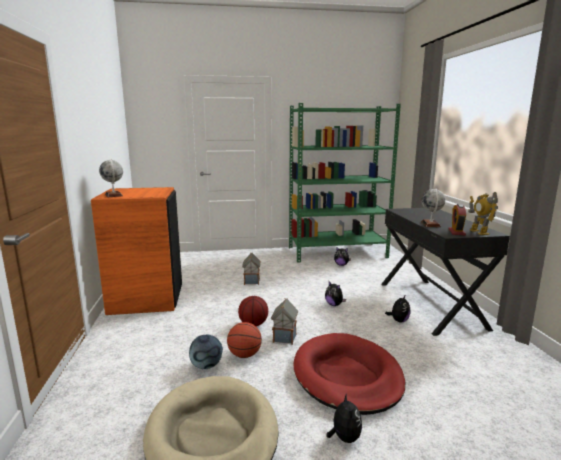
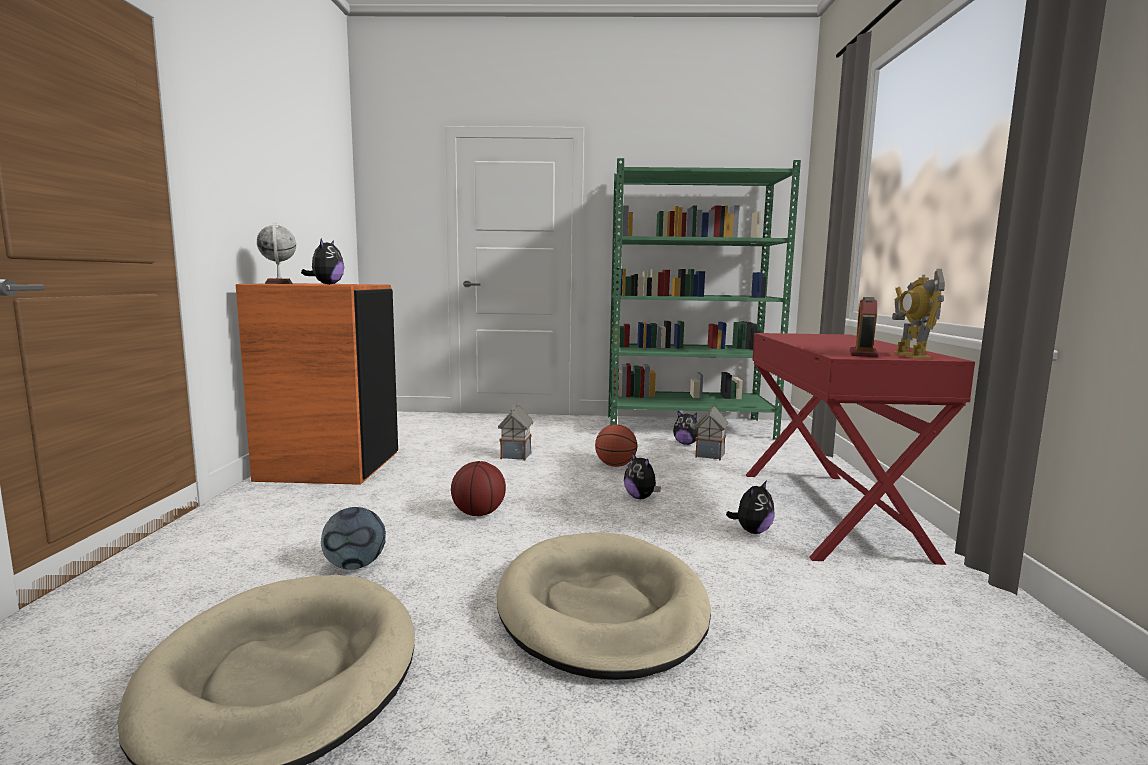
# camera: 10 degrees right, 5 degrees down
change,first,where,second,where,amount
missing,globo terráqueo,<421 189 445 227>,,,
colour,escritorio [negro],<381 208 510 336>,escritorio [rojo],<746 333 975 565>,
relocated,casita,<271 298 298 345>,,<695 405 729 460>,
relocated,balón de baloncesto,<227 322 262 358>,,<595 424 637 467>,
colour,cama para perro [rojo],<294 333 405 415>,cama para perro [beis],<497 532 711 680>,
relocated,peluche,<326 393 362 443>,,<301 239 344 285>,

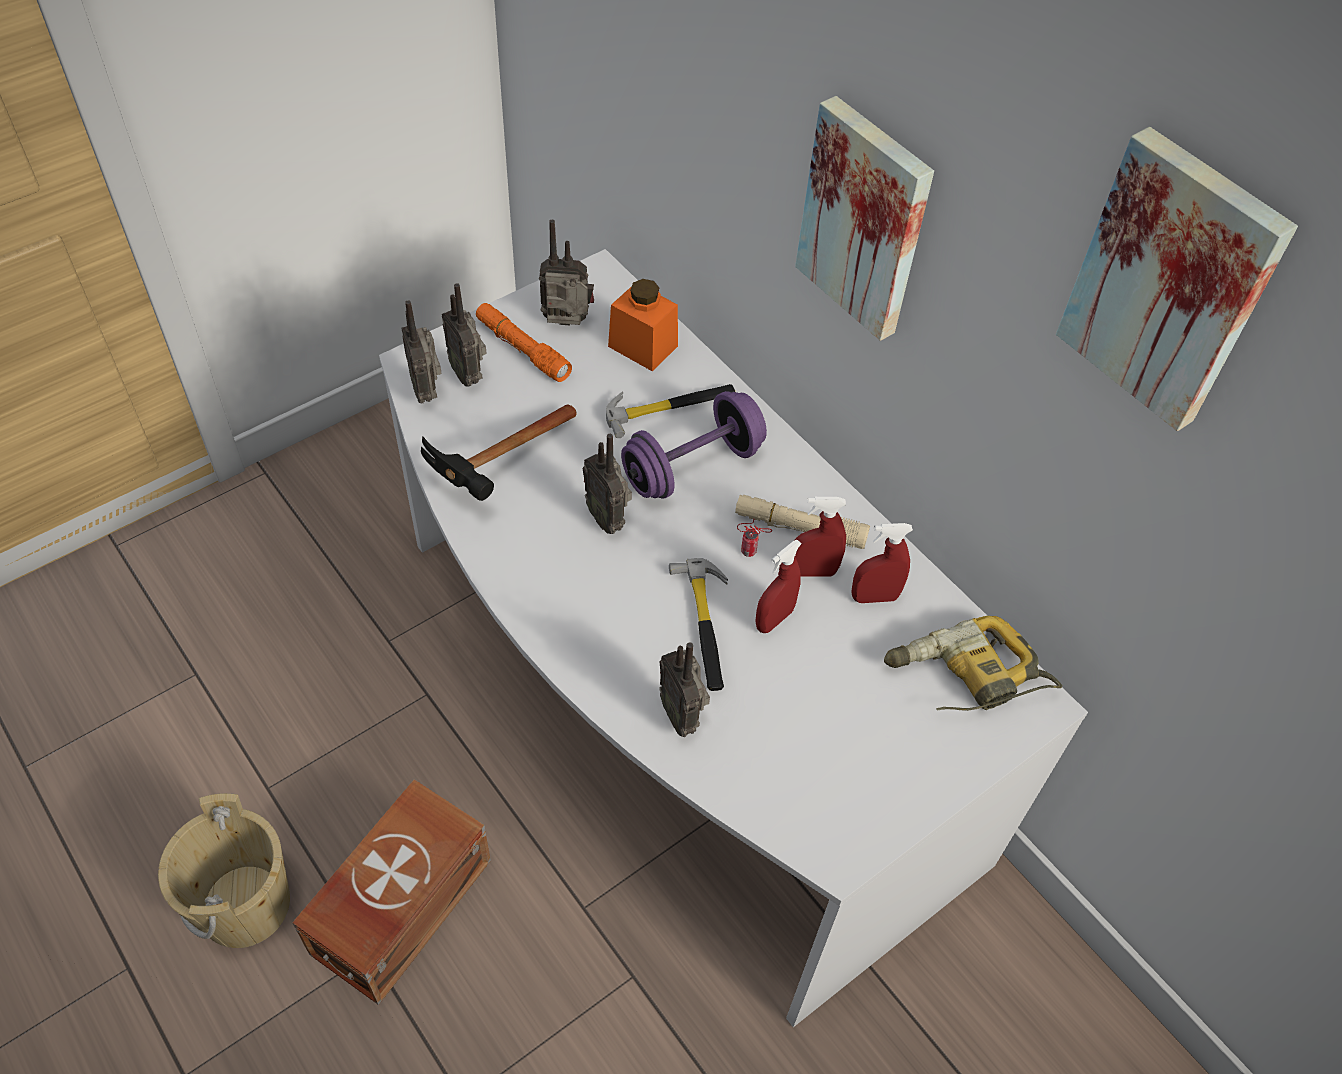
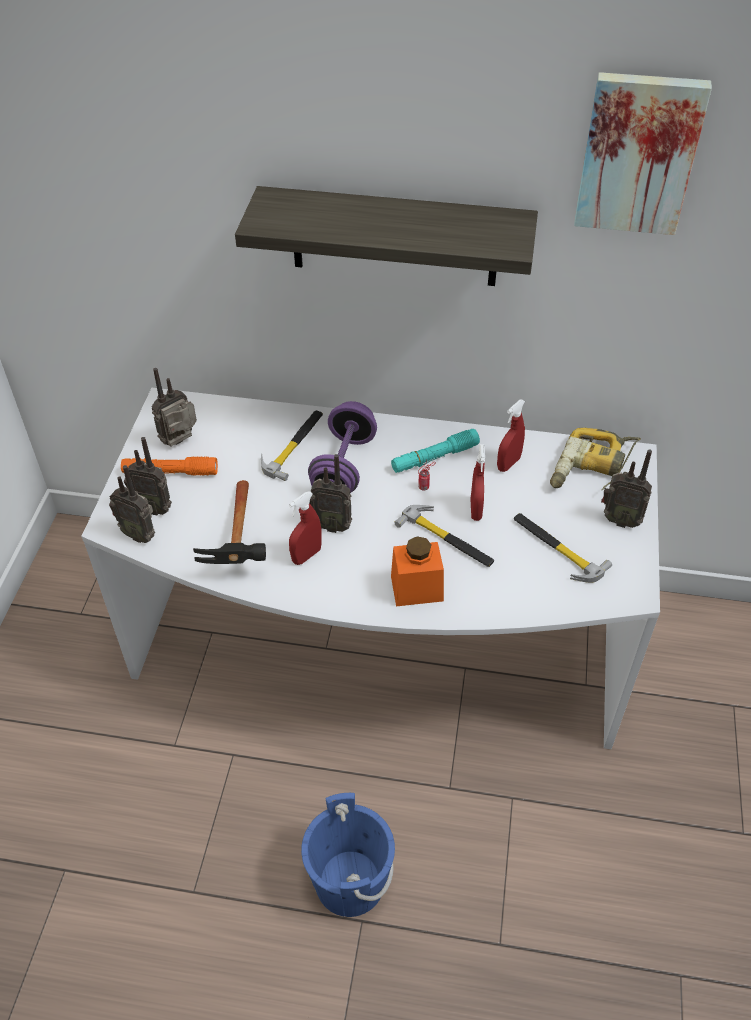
# camera: 40 degrees left, 5 degrees down
change,first,where,second,where,amount
exchanged,cuadro,<795 96 934 341>,estante,<235 186 538 286>,
relocated,tarro [naranja],<608 279 678 371>,,<391 536 444 606>,
colour,linterna [beis],<735 495 870 549>,linterna [turquesa],<391 429 480 473>,
relocated,pulverizador [rojo],<794 497 846 577>,,<289 491 322 565>,
relocated,radio,<659 642 710 737>,,<601 450 652 528>,
exchanged,caja de almacenaje [marrón],<292 779 491 1005>,cubo [azul],<301 793 395 917>,
missing,cubo [beis],<158 793 290 948>,,,
appeared,,,martillo,<514 513 612 583>,

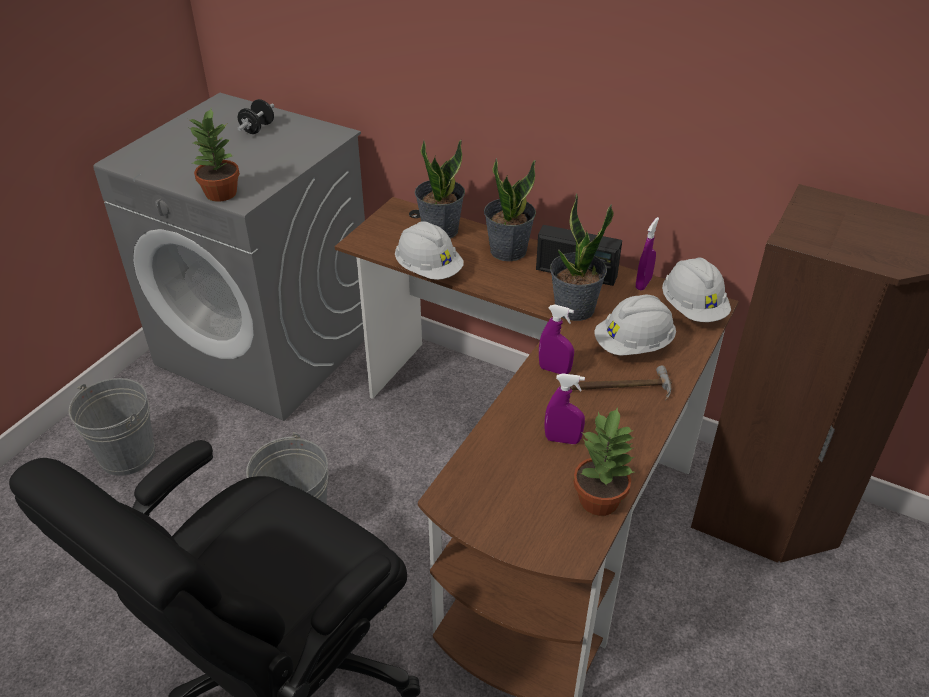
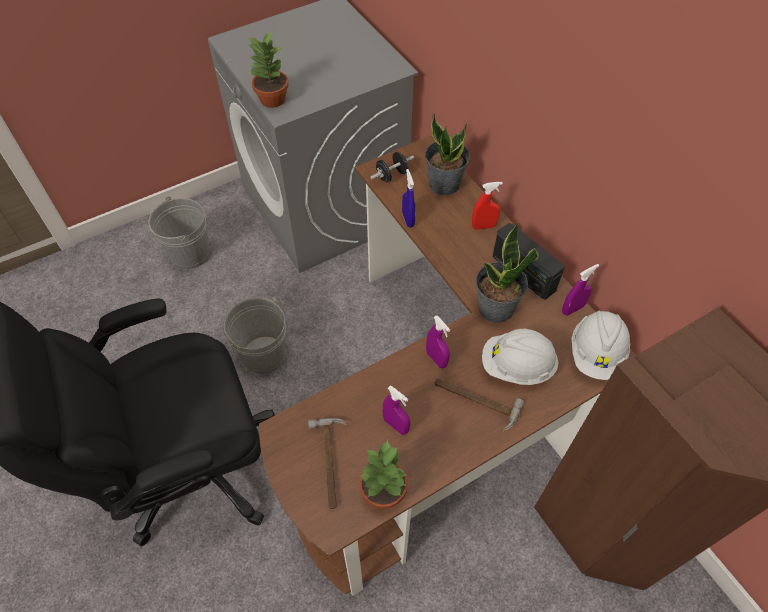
# camera: 30 degrees right, 15 degrees up
change,first,where,second,where,amount
relocated,mancuerna [negro],<238 99 274 134>,,<370 152 414 182>,
exchanged,planta en maceta,<484 158 536 261>,pulverizador [rojo],<472 182 503 230>,
exchanged,casco [blanco],<395 221 464 280>,pulverizador [azul],<402 169 415 228>,
appeared,,,martillo,<308 417 347 509>,

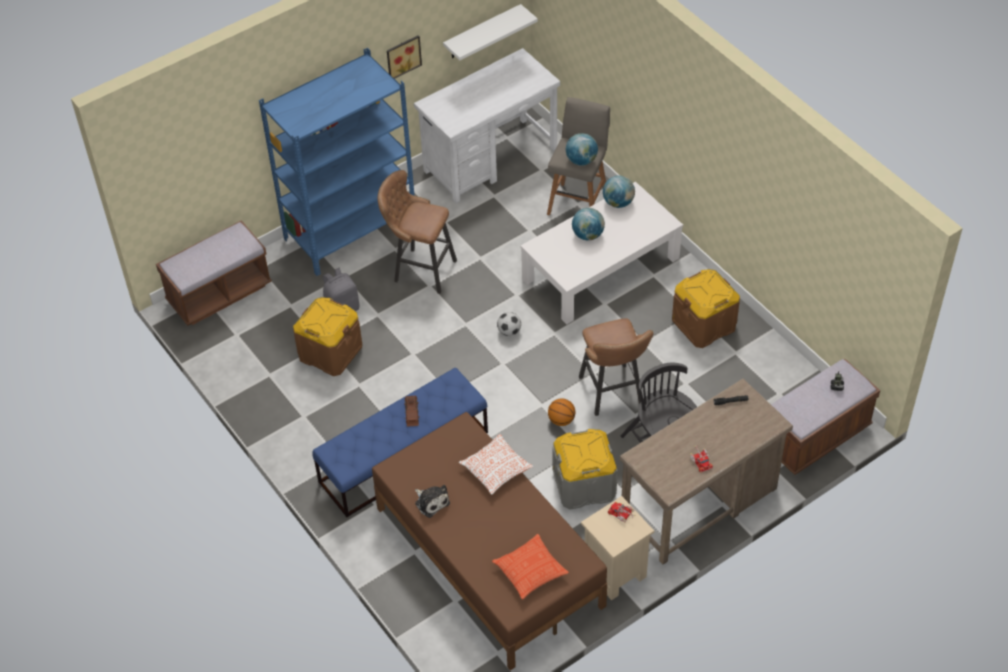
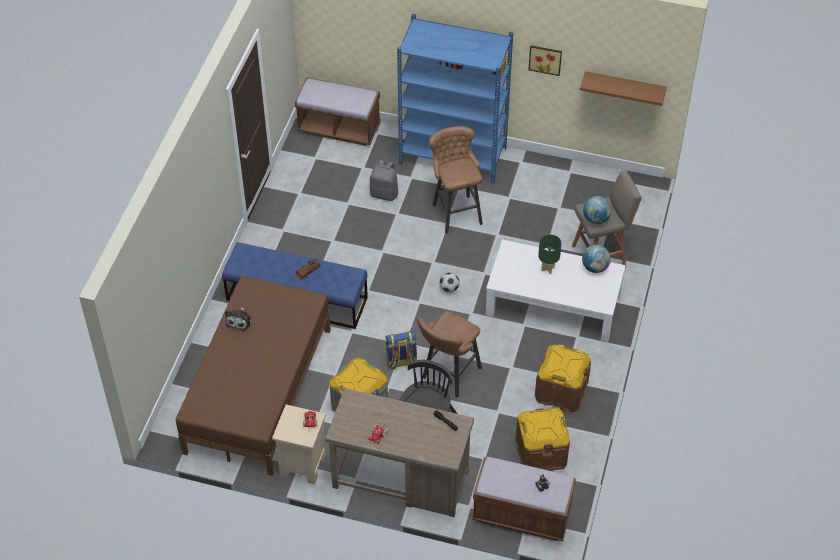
# camera: 50 degrees right, 0 degrees up
change,first,where,second,where,amount
colour,estante [blanco],<443 4 538 61>,estante [marrón],<580 71 667 106>,
missing,escritorio [blanco],<414 48 560 203>,,,
exchanged,globo terráqueo,<572 208 605 241>,lámpara de mesa [verde],<538 235 561 274>,
relocated,caja de almacenaje [marrón],<293 297 363 376>,,<515 408 570 471>,
exchanged,balón de baloncesto,<548 398 575 426>,mochila,<385 331 417 370>,
missing,cojín [blanco],<459 434 533 495>,,,
missing,cojín [naranja],<492 534 569 599>,,,

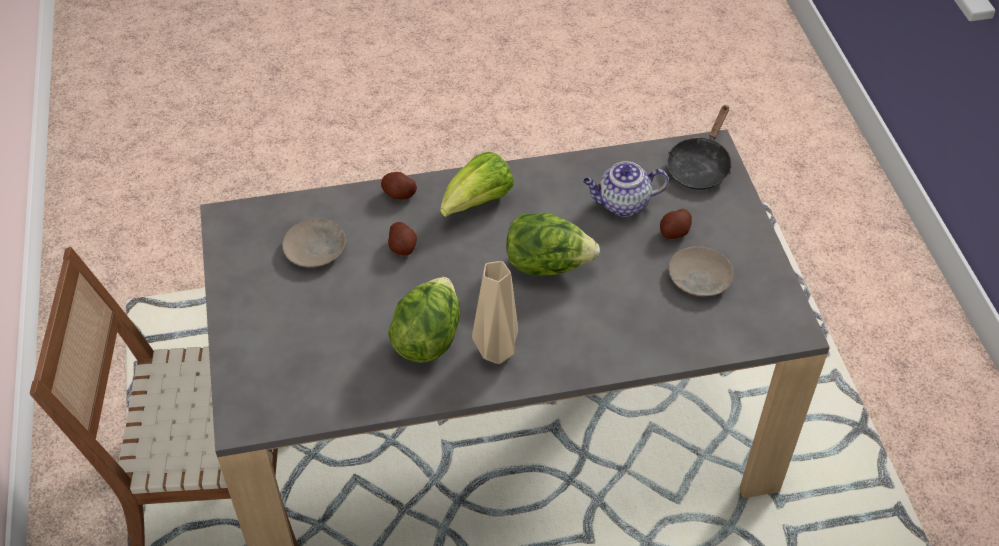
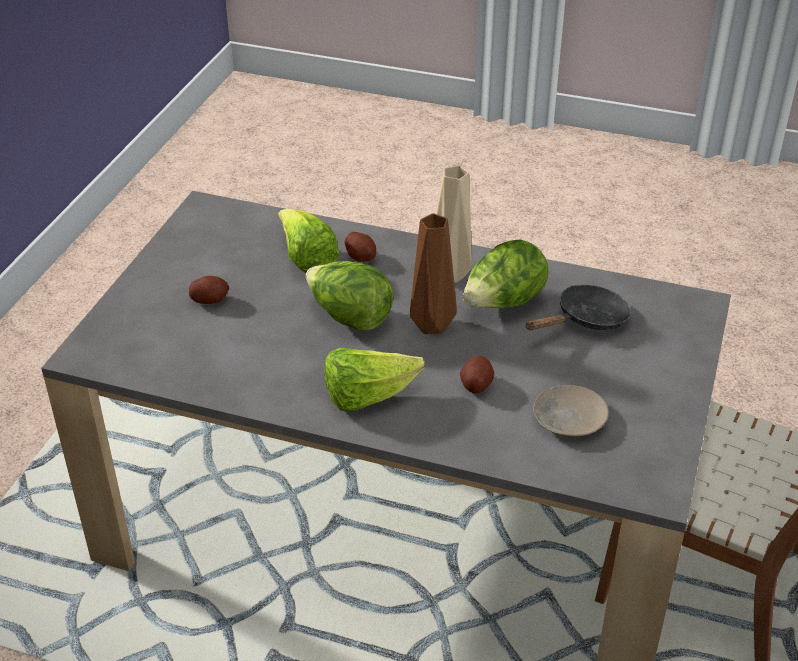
# camera: 150 degrees left, 10 degrees down
change,first,where,second,where,amount
relocated,sartén [negro],<667 106 732 190>,,<525 285 631 330>,
missing,tetera,<583 161 669 217>,,,
relocated,patata,<381 172 417 200>,,<344 232 376 262>,
missing,plato [beis],<668 246 733 296>,,,
appeared,,,lechuga,<278 209 339 273>,
appeared,,,florero [marrón],<410 213 457 334>,

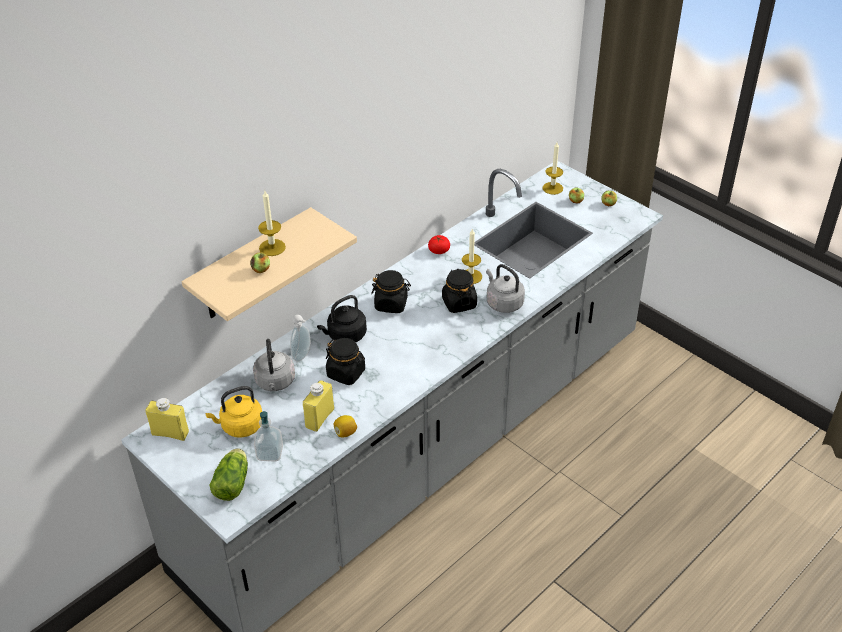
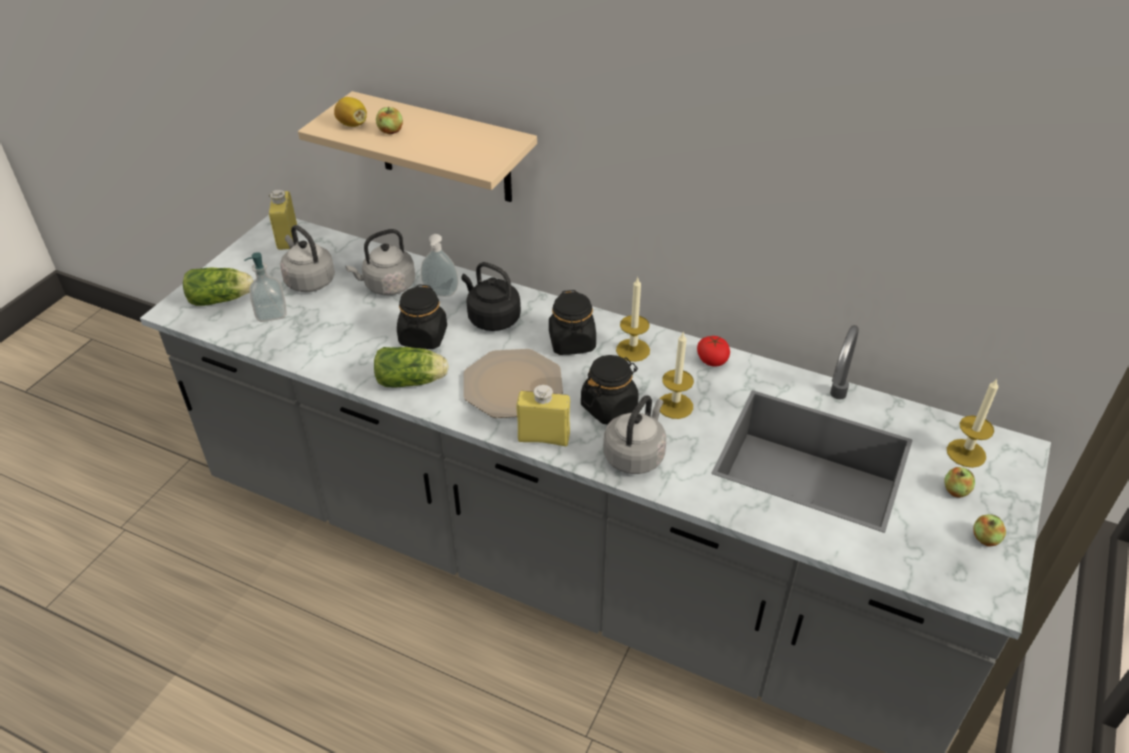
# camera: 70 degrees right, 0 degrees up
change,first,where,second,where,amount
relocated,vela,<258 191 286 256>,,<616 278 650 362>,
relocated,botella [amarillo],<303 380 334 432>,,<516 385 570 446>,
colour,hervidor [amarillo],<205 386 262 438>,hervidor [gris],<280 225 335 292>,
relocated,limón,<334 415 357 438>,,<334 97 367 127>,
appeared,,,lechuga,<374 347 449 388>,
appeared,,,plato,<463 349 563 418>,

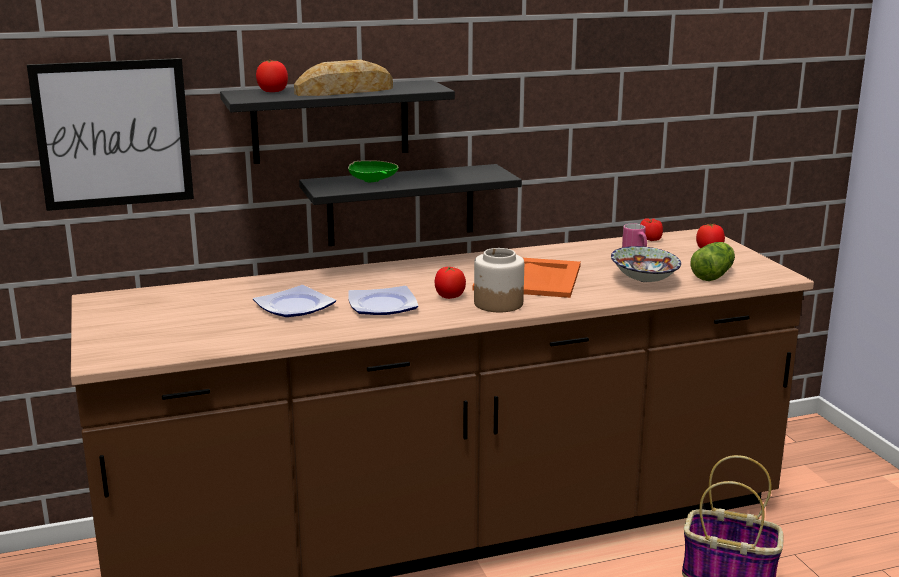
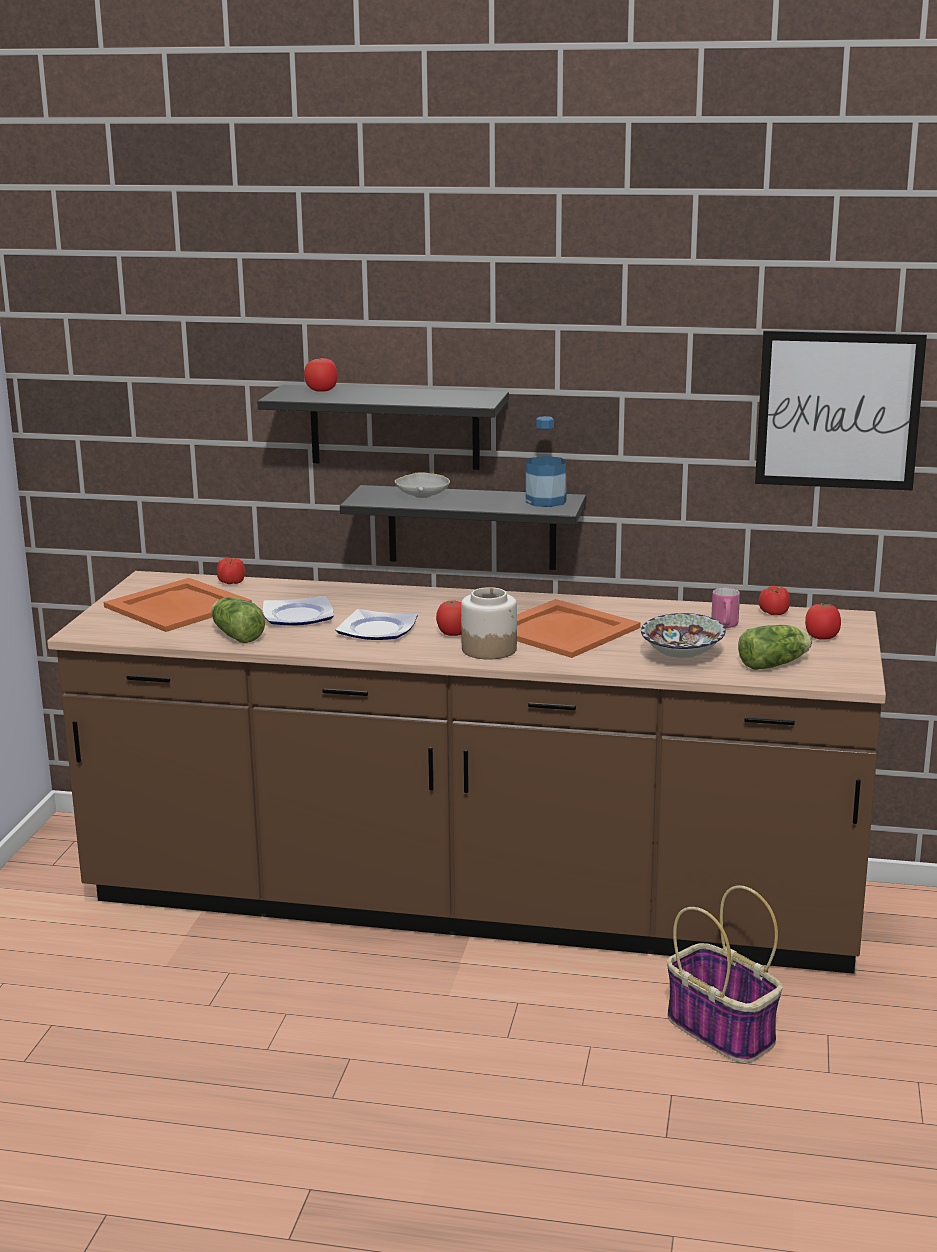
# camera: 30 degrees right, 0 degrees up
change,first,where,second,where,amount
relocated,cuadro,<27 58 194 211>,,<755 330 927 491>,
missing,pan,<294 60 393 96>,,,
colour,cuenco [verde],<348 161 399 182>,cuenco [blanco],<395 472 450 498>,
appeared,,,botella,<526 416 567 507>,
appeared,,,tomate,<217 558 245 584>,
appeared,,,bandeja [naranja],<104 578 252 632>,
appeared,,,lechuga,<211 597 265 643>,

